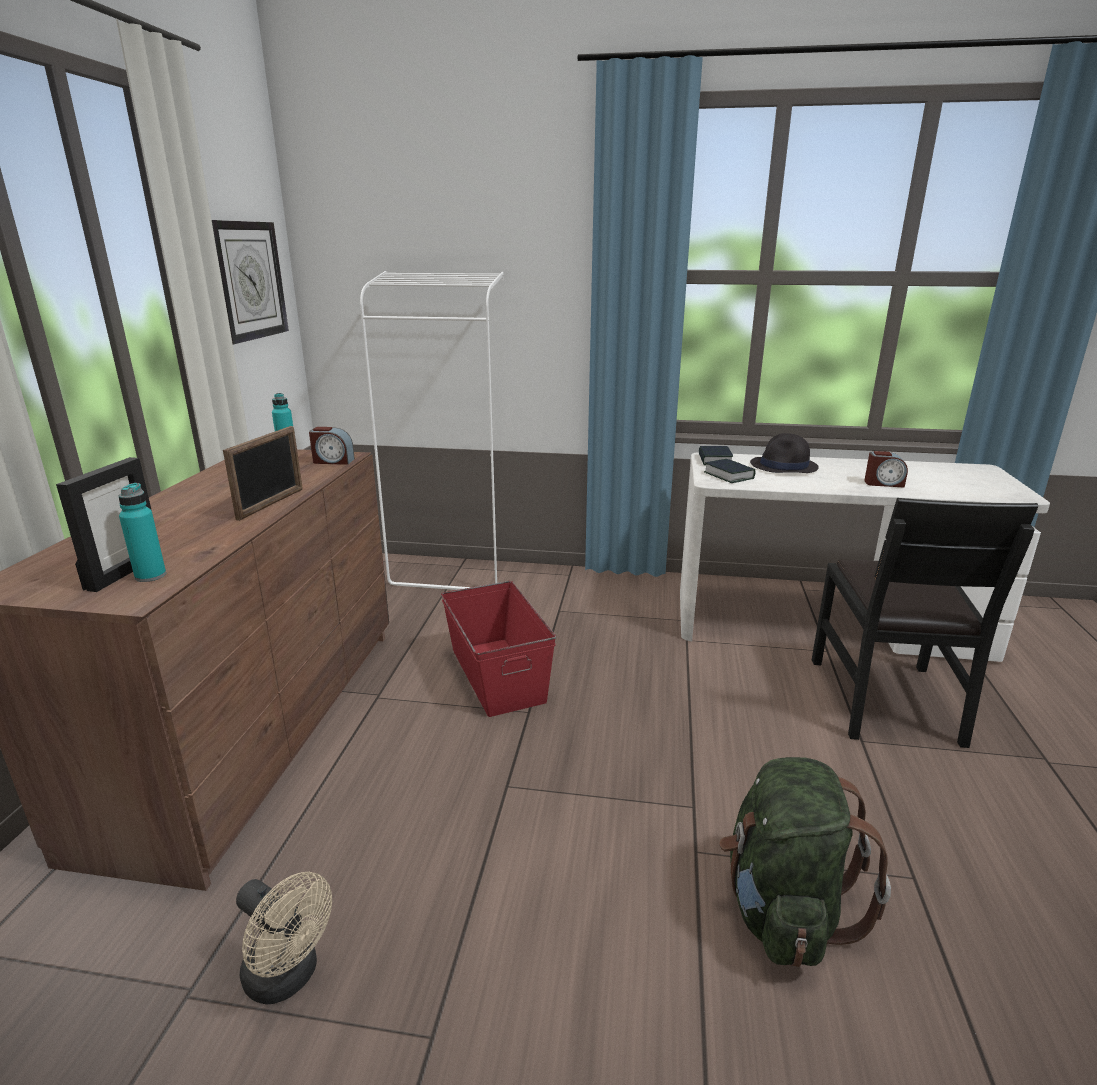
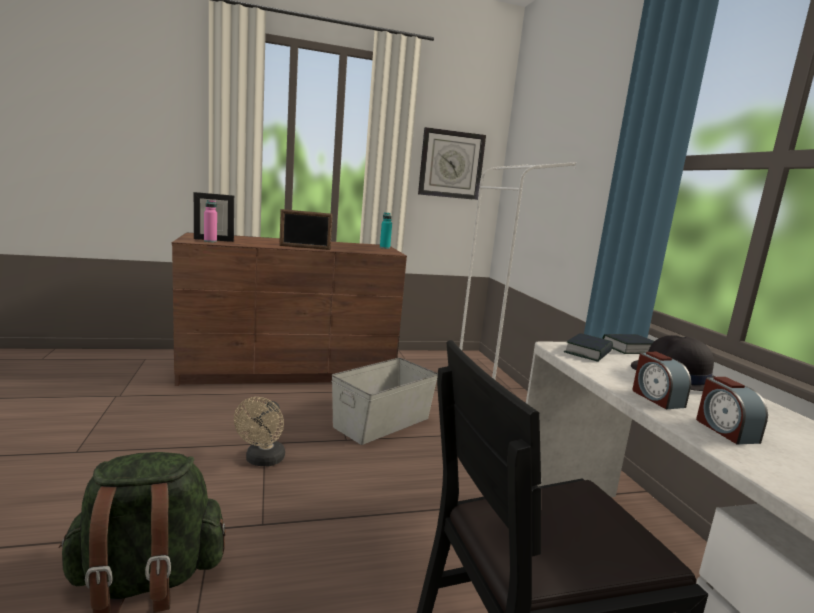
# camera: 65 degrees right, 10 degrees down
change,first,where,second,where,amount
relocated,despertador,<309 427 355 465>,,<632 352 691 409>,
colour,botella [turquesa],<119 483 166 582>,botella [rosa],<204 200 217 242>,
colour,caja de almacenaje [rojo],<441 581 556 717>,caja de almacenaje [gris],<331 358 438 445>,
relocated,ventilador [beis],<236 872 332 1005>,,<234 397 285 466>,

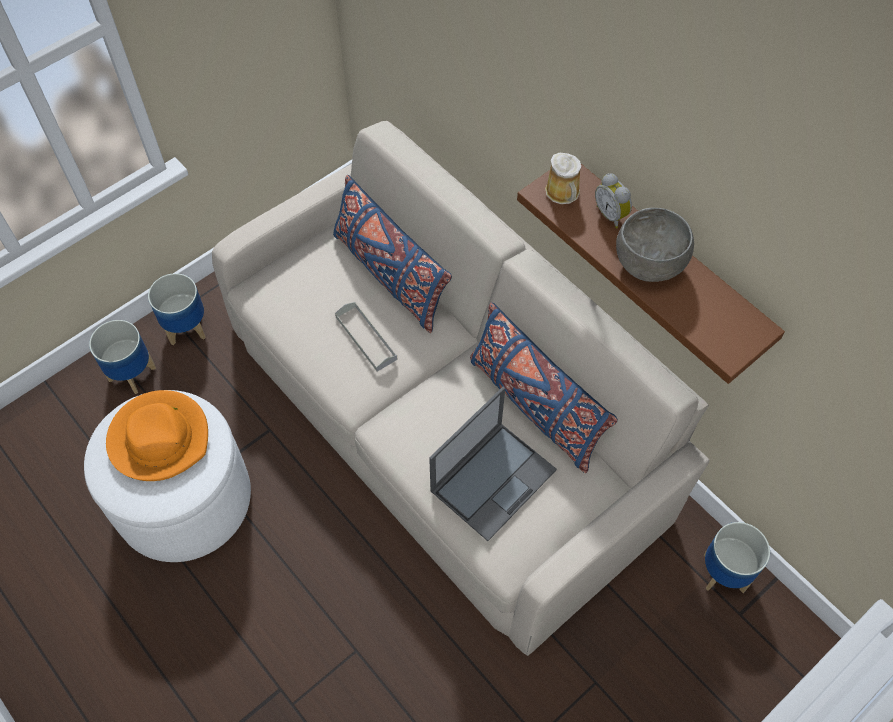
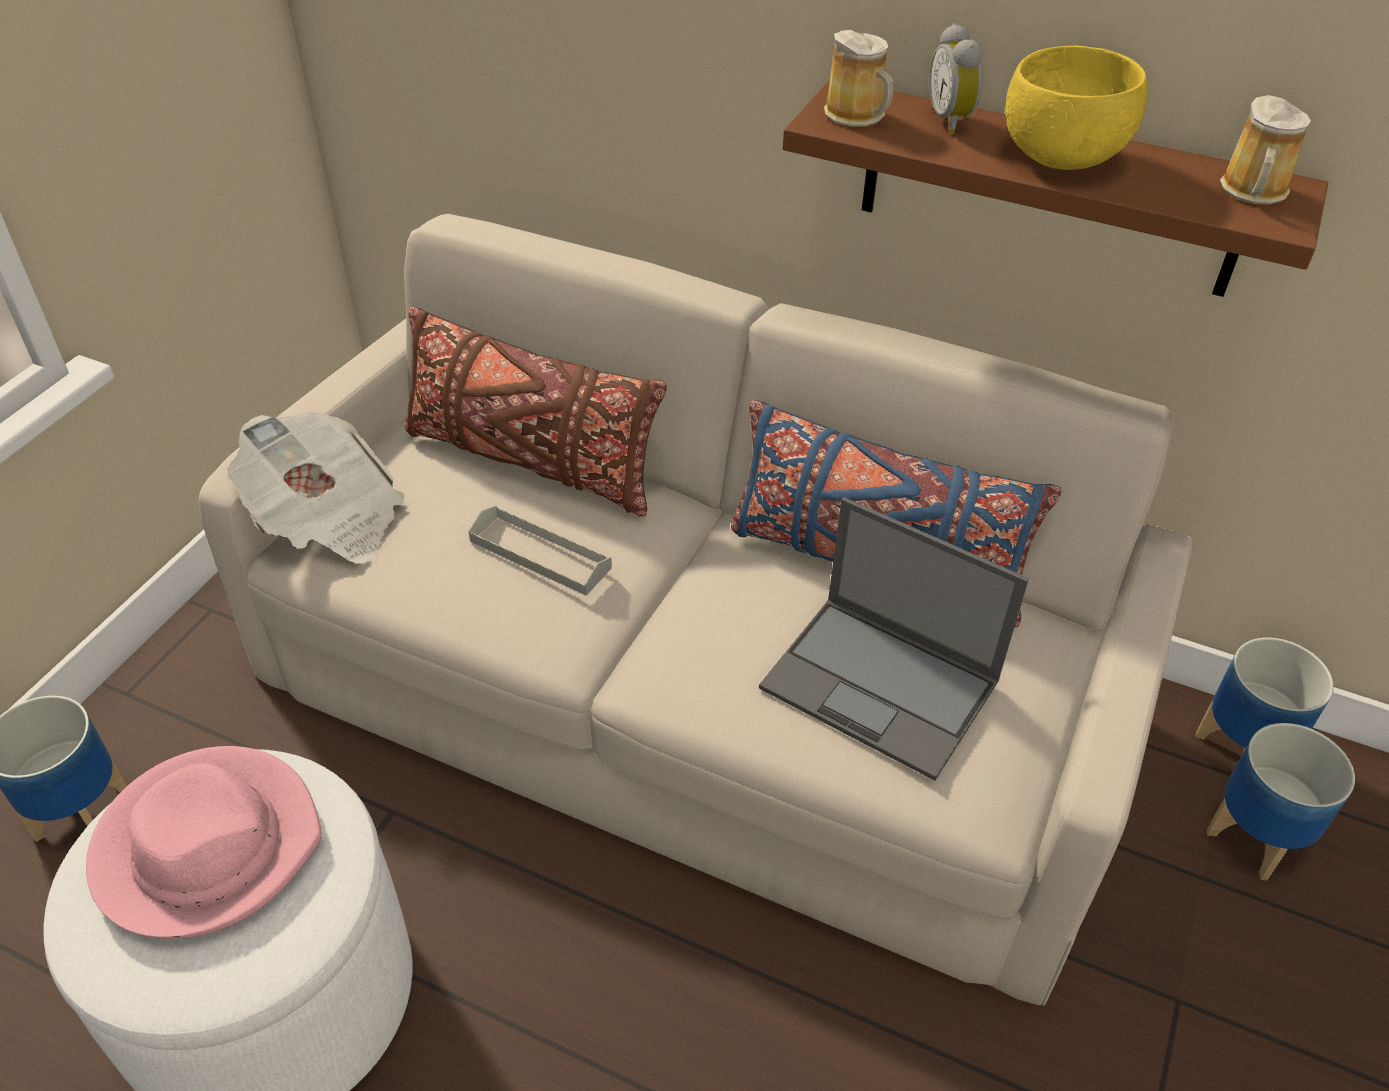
# camera: 25 degrees left, 15 degrees down
change,first,where,second,where,amount
spun,despertador,<595 173 632 228>,,<929 23 983 134>,45 degrees clockwise
colour,cojín [azul],<333 175 452 333>,cojín [marrón],<404 307 666 517>,
colour,cuenco [gris],<616 208 694 282>,cuenco [amarillo],<1005 46 1148 170>,
relocated,maceta,<148 273 206 345>,,<1207 723 1355 881>,
spun,portátil,<429 387 557 541>,,<759 497 1029 781>,105 degrees clockwise
colour,sombrero [naranja],<106 390 208 481>,sombrero [rosa],<86 746 322 939>,
appeared,,,taza grande,<1220 95 1311 205>,
appeared,,,periódico,<227 412 405 564>,

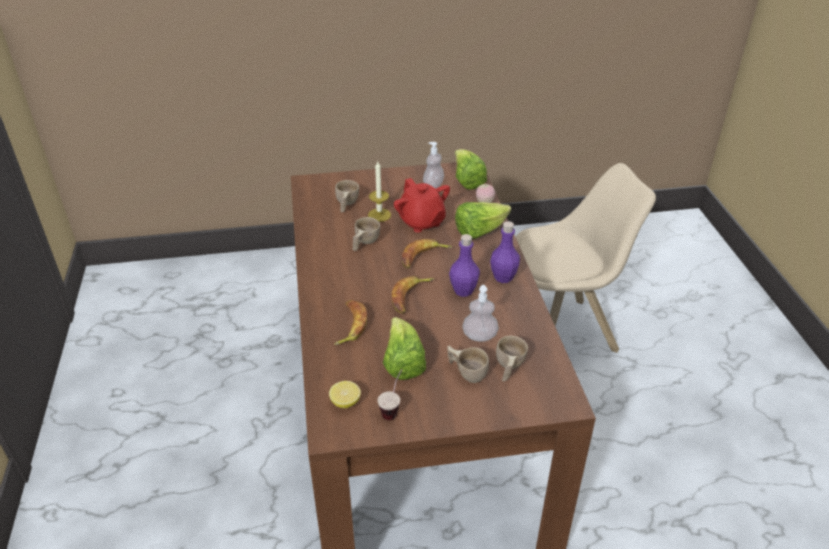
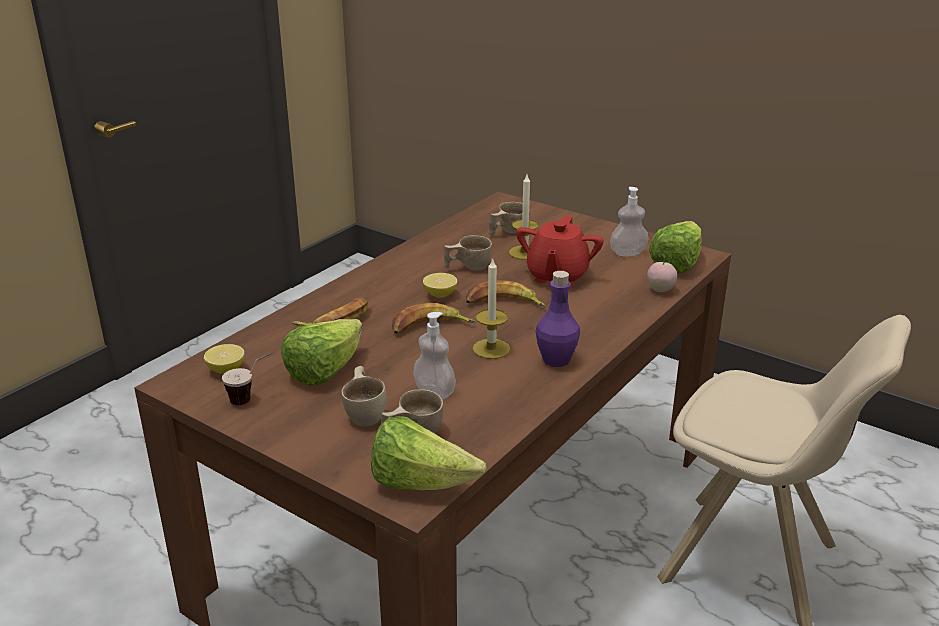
# camera: 45 degrees right, 10 degrees down
change,first,where,second,where,amount
relocated,lechuga,<455 202 511 239>,,<371 416 487 490>,
exchanged,botella [morado],<449 234 480 297>,vela,<473 257 510 359>,
appeared,,,limón,<423 273 457 298>,

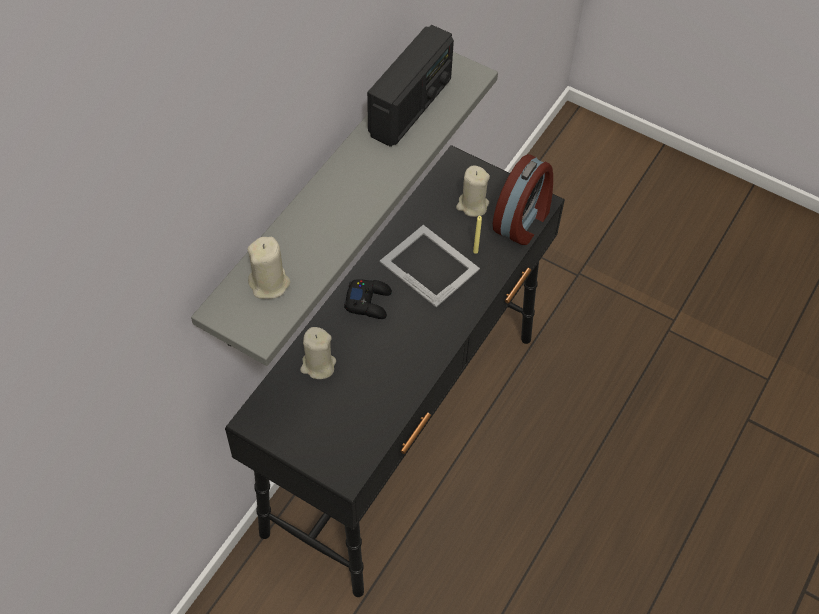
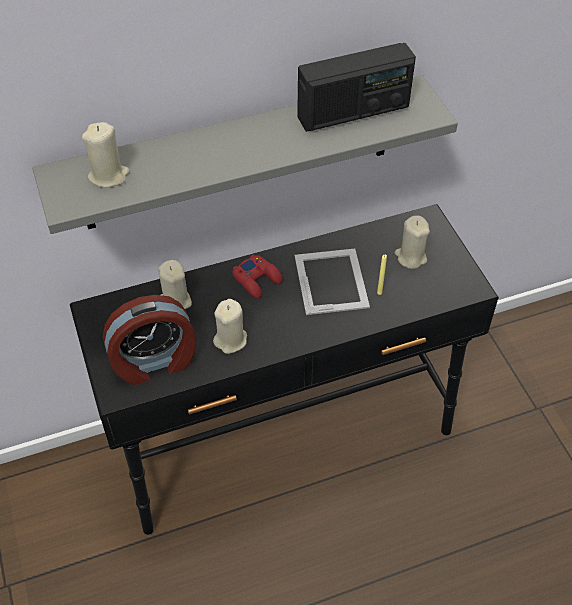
# camera: 40 degrees right, 5 degrees down
change,first,where,second,where,amount
relocated,despertador,<493 154 553 245>,,<103 295 196 385>,
colour,mando de consola [negro],<344 279 392 319>,mando de consola [rojo],<232 255 282 299>,
appeared,,,vela [beis],<213 299 247 354>,

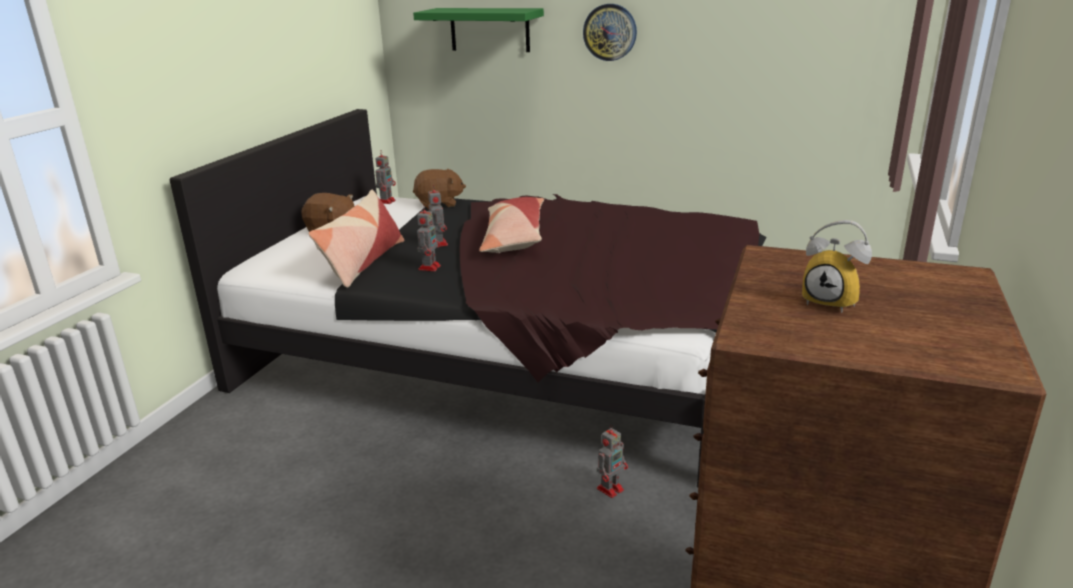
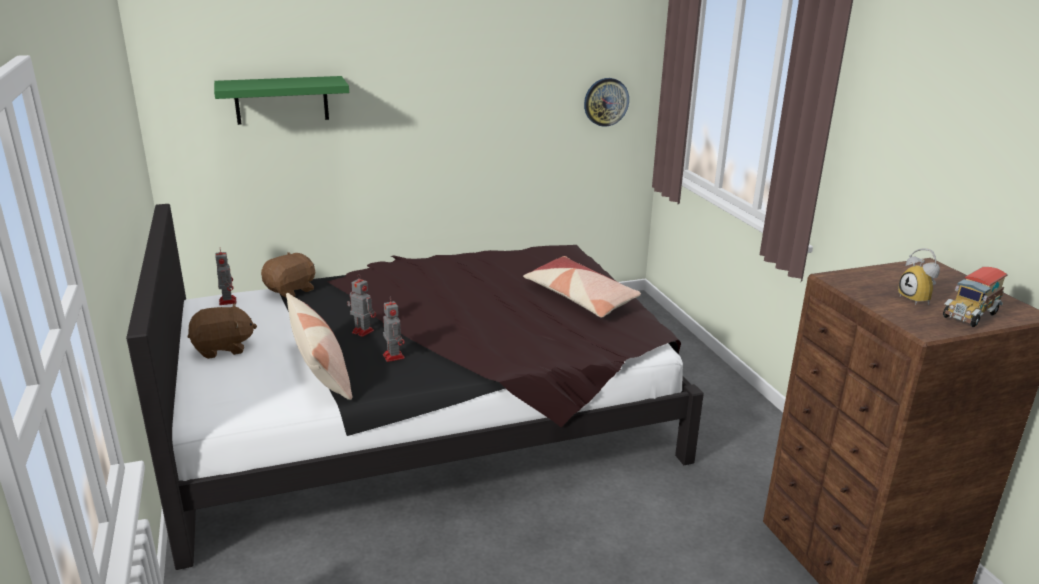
# camera: 40 degrees left, 0 degrees up
change,first,where,second,where,amount
relocated,reloj de pared,<583 4 637 61>,,<584 78 629 127>,
relocated,cojín,<479 197 544 253>,,<523 256 641 318>,
spun,despertador,<802 220 872 313>,,<898 248 940 305>,75 degrees clockwise
missing,robot de juguete,<597 424 628 498>,,,
appeared,,,camión de juguete,<943 267 1008 327>,

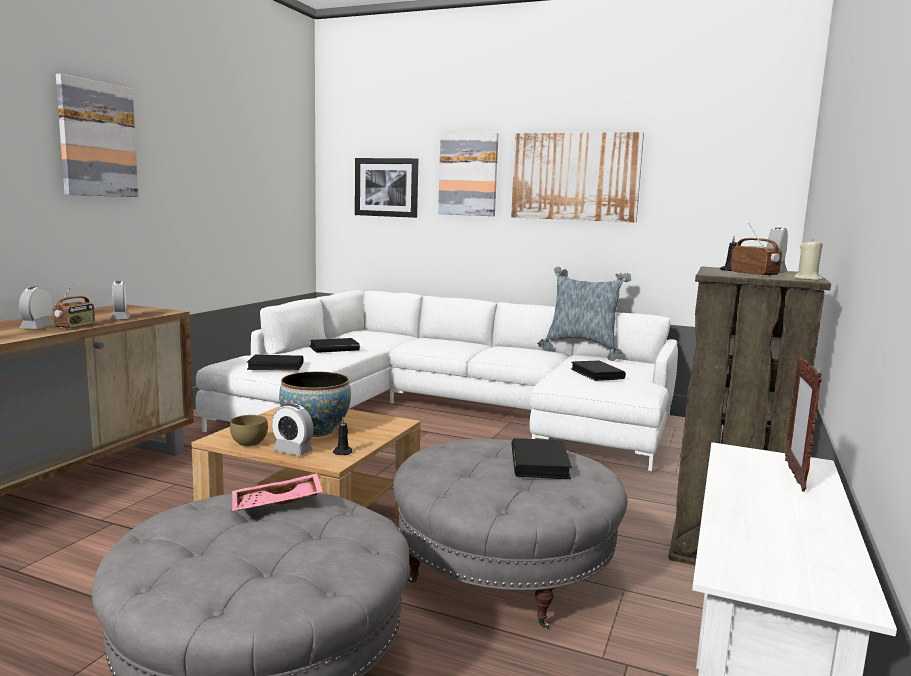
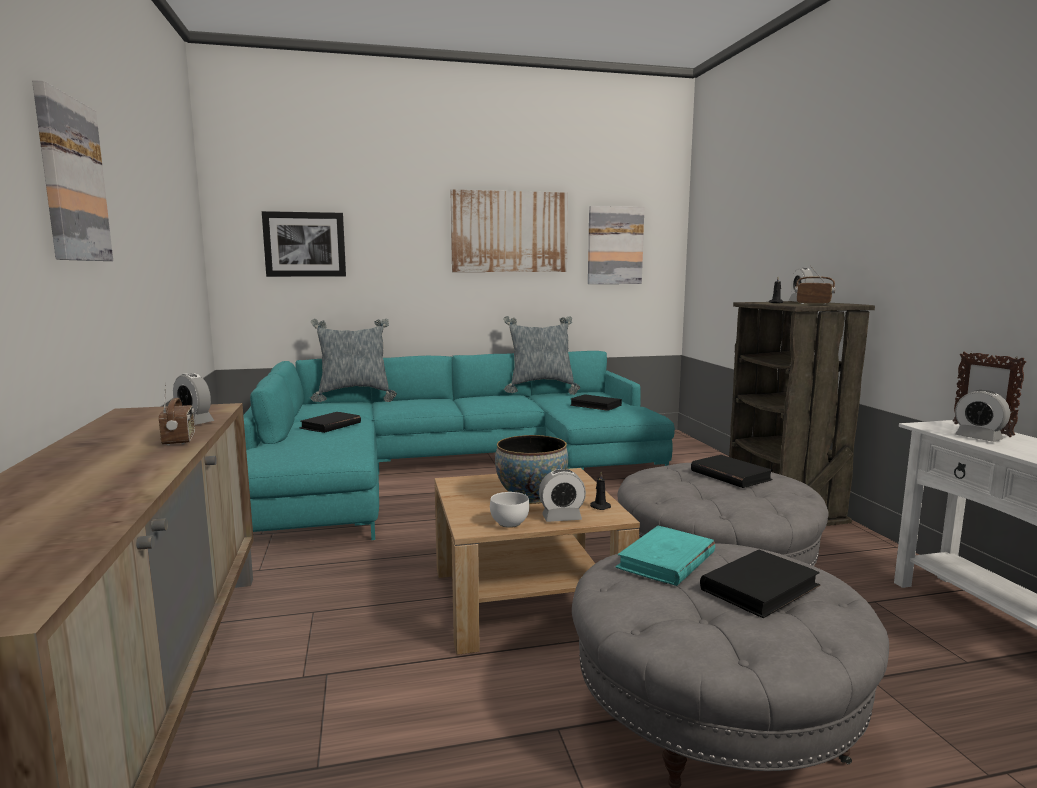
# camera: 35 degrees left, 0 degrees up
change,first,where,second,where,amount
relocated,cuadro,<438 133 498 216>,,<588 206 645 284>,
missing,vela [beis],<794 239 823 280>,,,
relocated,despertador,<19 287 54 329>,,<955 390 1010 442>,
colour,sofá [blanco],<195 290 678 471>,sofá [turquesa],<243 351 675 540>,
relocated,libro [negro],<247 355 303 371>,,<700 550 820 618>,
colour,cuenco [marrón],<230 415 268 447>,cuenco [blanco],<490 492 529 528>,
exchanged,bandeja [rosa],<232 473 323 511>,libro [turquesa],<615 526 715 586>,
appeared,,,cojín,<310 319 397 402>,

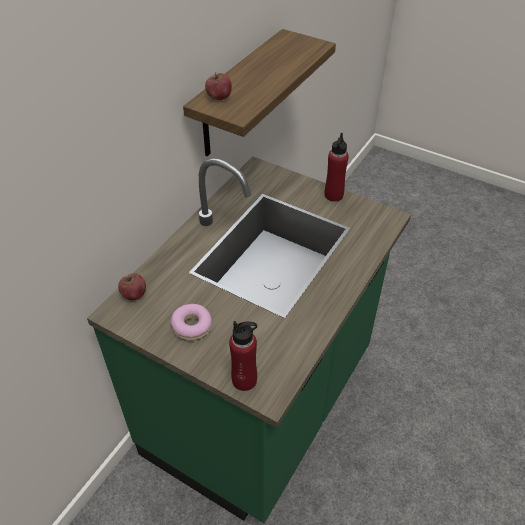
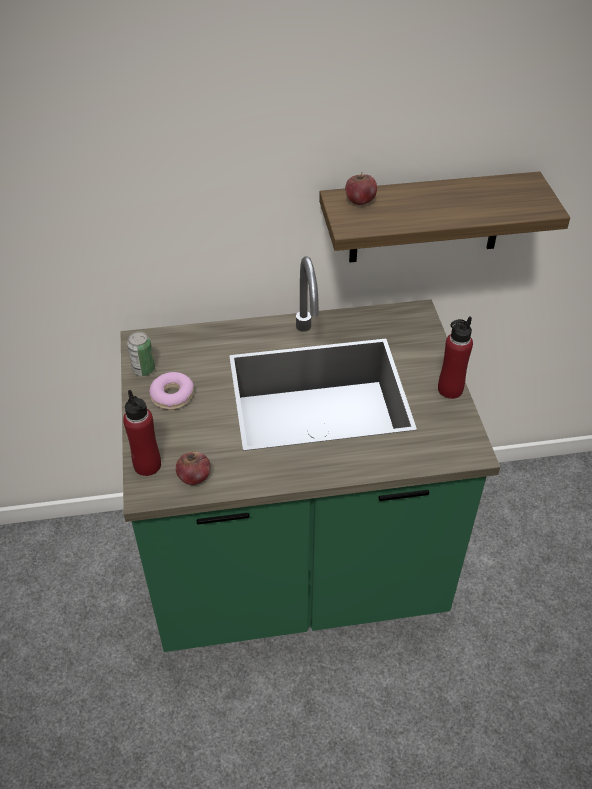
# camera: 50 degrees right, 0 degrees up
change,first,where,second,where,amount
relocated,manzana,<118 273 146 300>,,<176 452 211 485>,
appeared,,,lata,<127 331 155 376>,

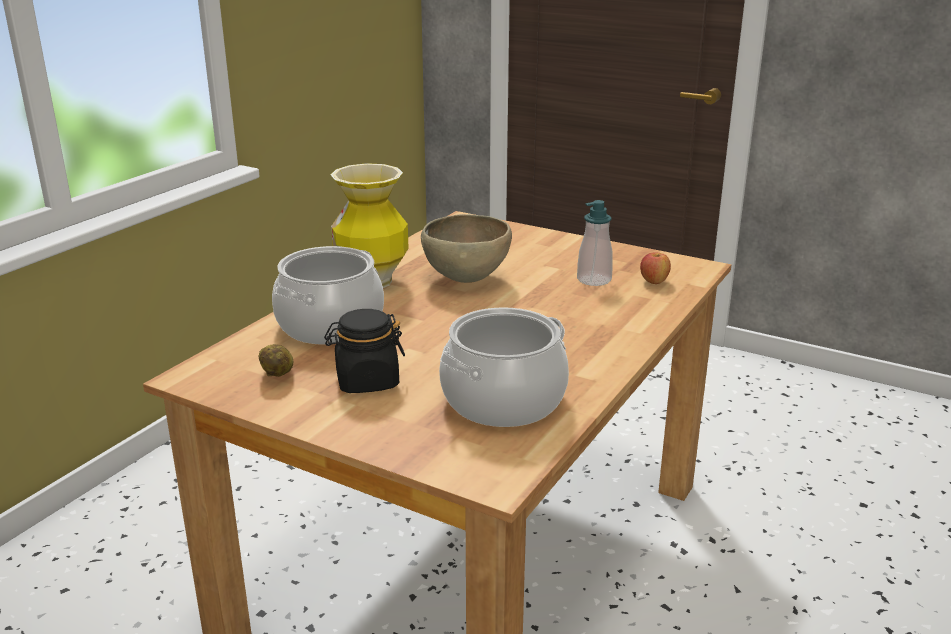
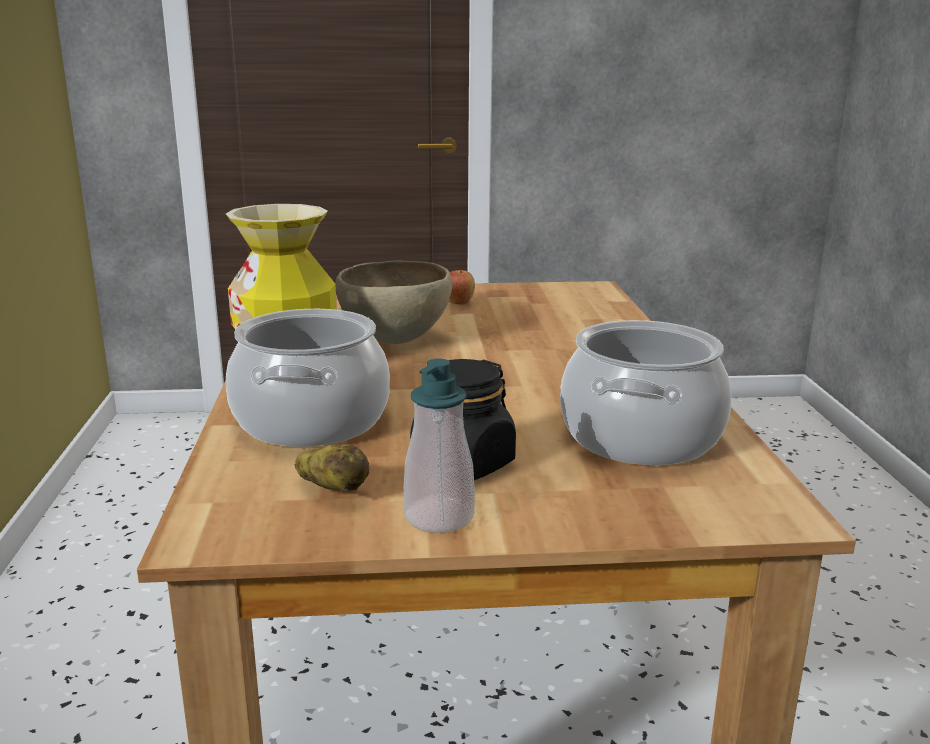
# camera: 35 degrees left, 5 degrees down
change,first,where,second,where,amount
relocated,dispensador de jabón,<577 200 613 286>,,<404 359 475 533>,
relocated,manzana,<640 252 671 284>,,<449 270 475 304>,

